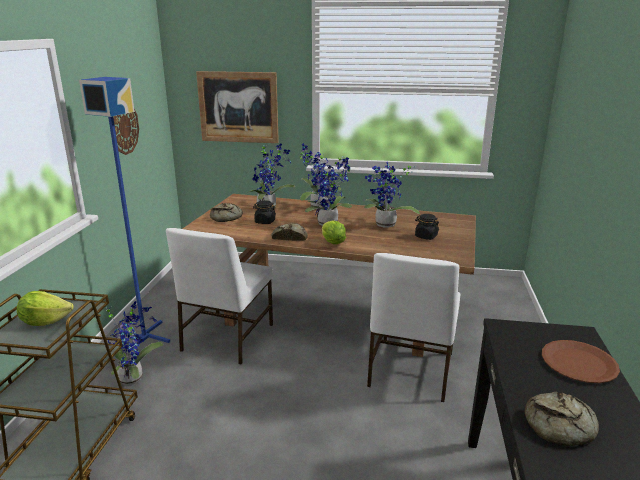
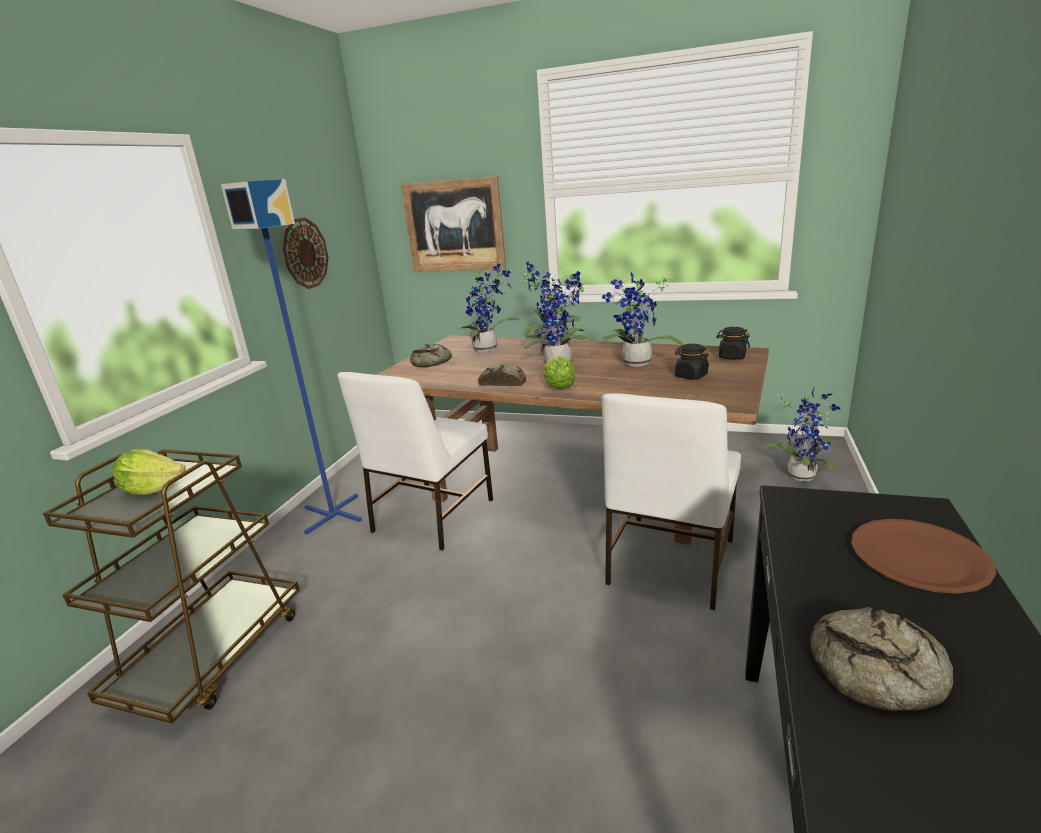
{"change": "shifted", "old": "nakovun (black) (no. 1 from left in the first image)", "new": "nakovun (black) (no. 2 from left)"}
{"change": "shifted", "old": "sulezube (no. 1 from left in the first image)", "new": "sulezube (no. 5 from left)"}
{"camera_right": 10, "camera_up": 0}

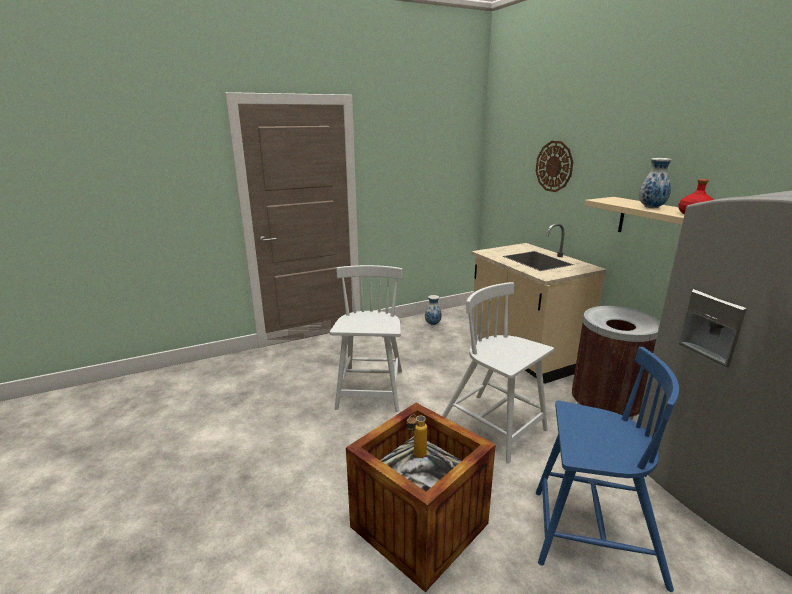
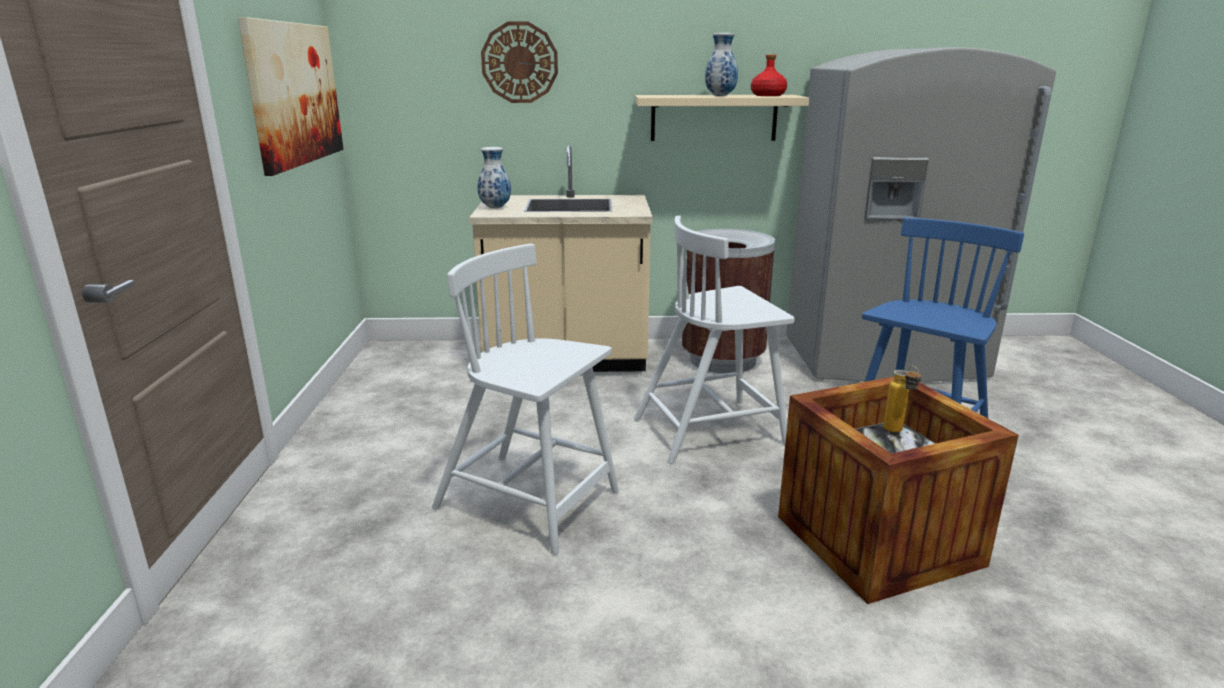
{"change": "new", "new": "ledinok"}
{"change": "shifted", "old": "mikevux (no. 1 from left)"}
{"camera_right": -65, "camera_up": 0}

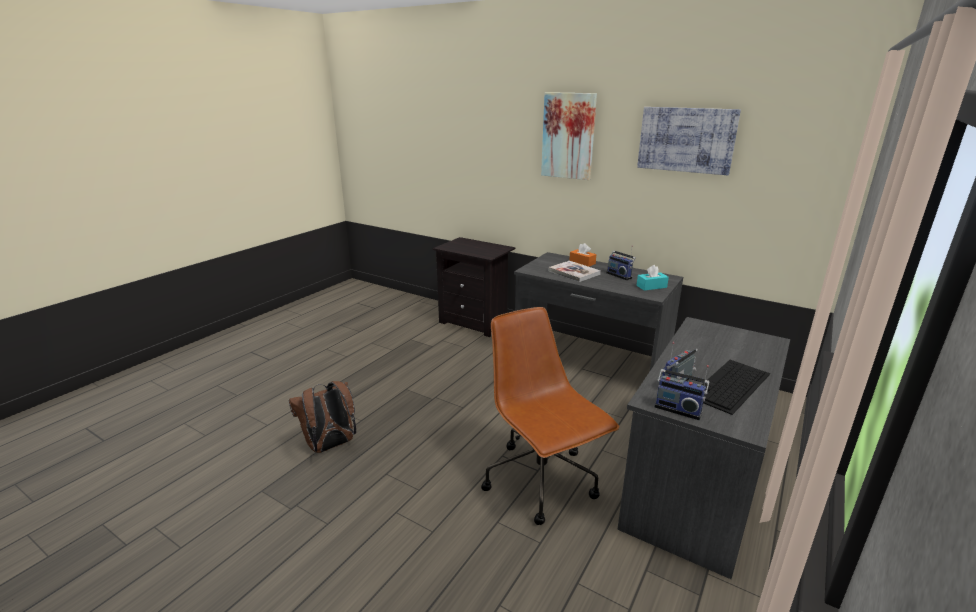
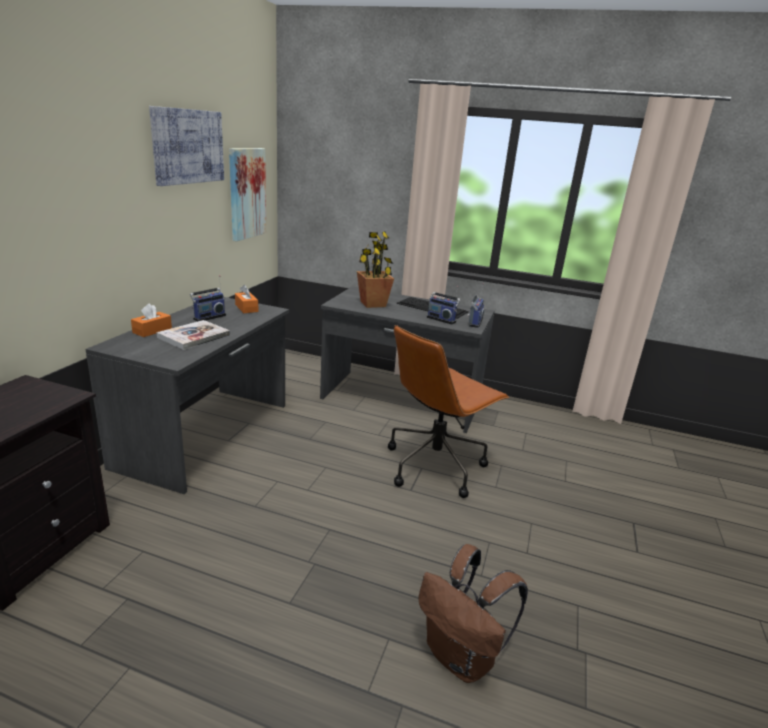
{"change": "shifted", "old": "ledinok (no. 1 from left in the first image)", "new": "ledinok (no. 2 from left)"}
{"change": "repainted", "old": "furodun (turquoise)", "new": "furodun (orange) (no. 2 from left)"}
{"change": "new", "new": "sulezube"}
{"camera_right": -105, "camera_up": 0}

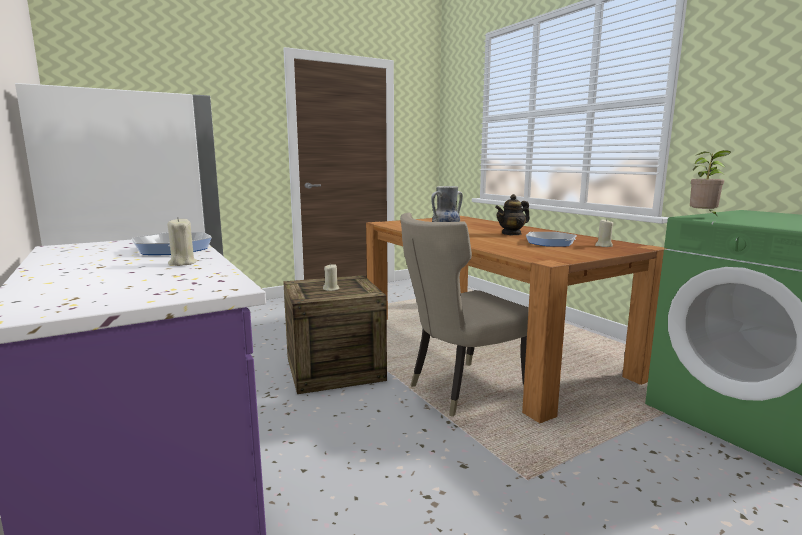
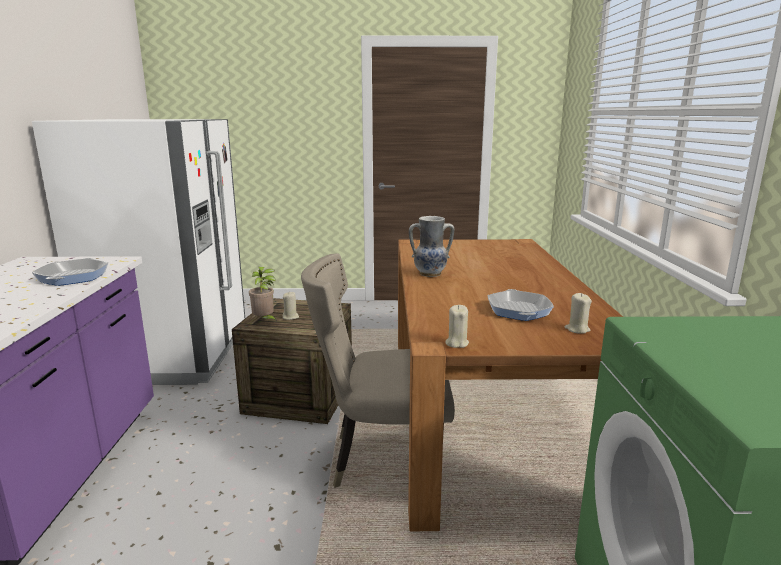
{"change": "shifted", "old": "sulezube"}
{"change": "shifted", "old": "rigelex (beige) (no. 1 from left in the first image)", "new": "rigelex (beige) (no. 2 from left)"}
{"change": "gone", "old": "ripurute"}
{"camera_right": 30, "camera_up": 5}

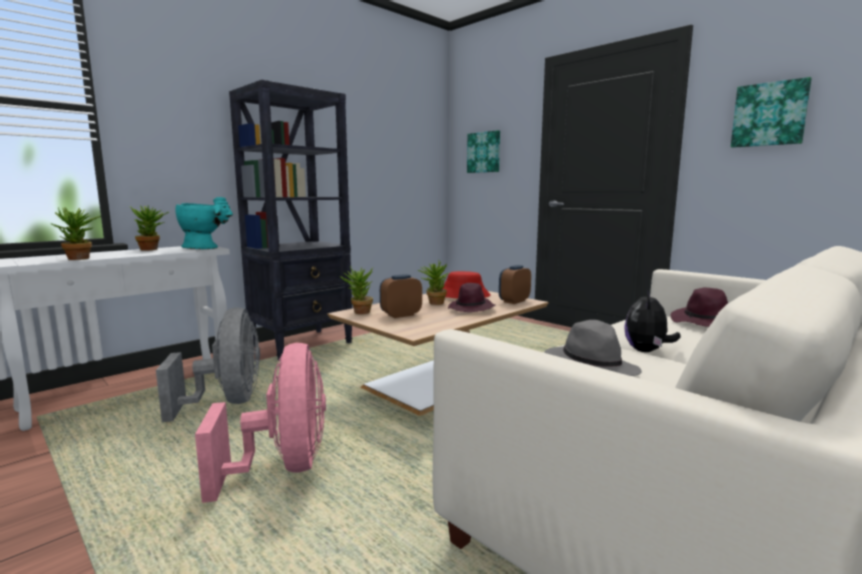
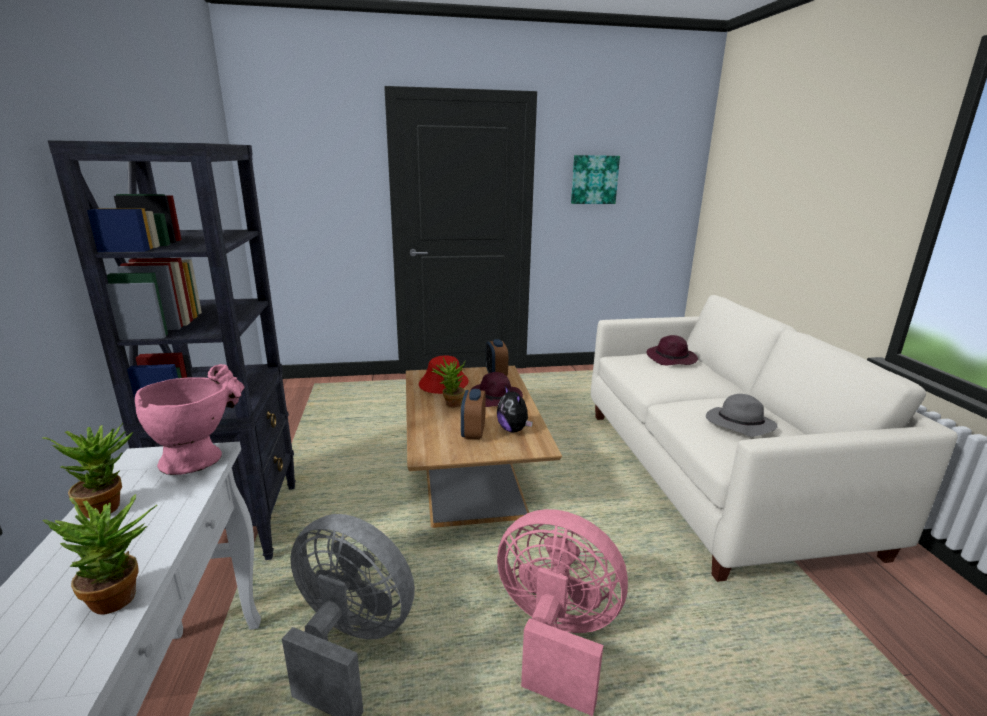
{"change": "repainted", "old": "mikevux (turquoise)", "new": "mikevux (pink)"}
{"change": "shifted", "old": "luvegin"}
{"change": "gone", "old": "sulezube (no. 3 from left)"}
{"change": "gone", "old": "ledinok (no. 1 from left)"}
{"camera_right": -55, "camera_up": 10}

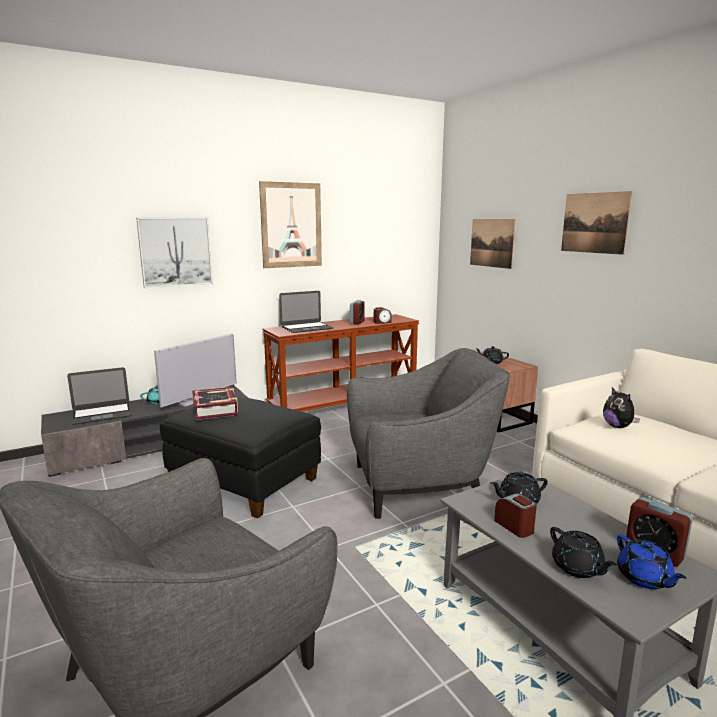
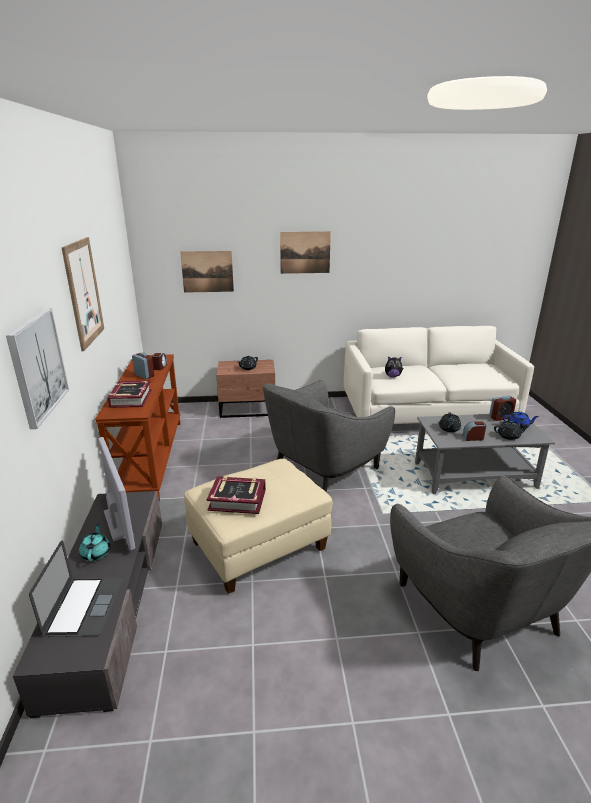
{"change": "swapped", "old": "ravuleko (no. 2 from left)", "new": "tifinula (no. 1 from left)"}
{"change": "repainted", "old": "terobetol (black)", "new": "terobetol (beige)"}
{"change": "rotated", "old": "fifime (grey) (no. 2 from left in the first image)", "degrees": -150}
{"camera_right": -65, "camera_up": 10}

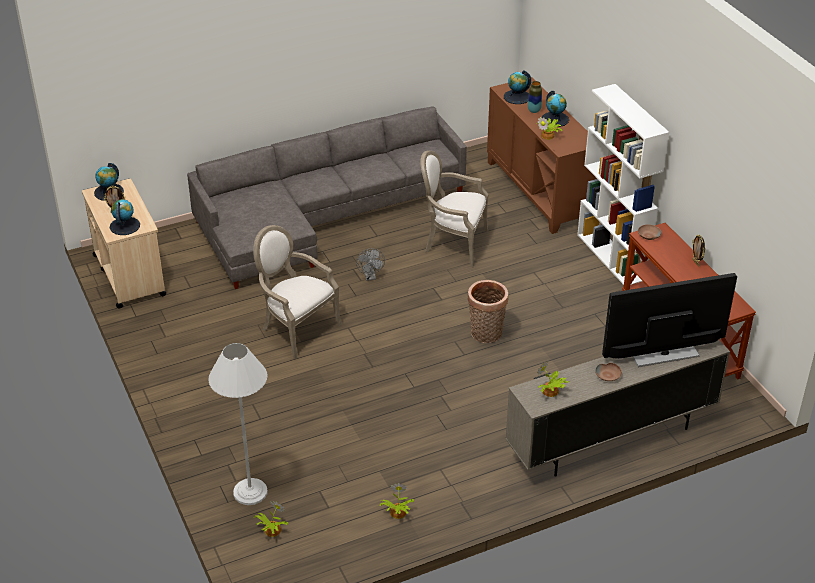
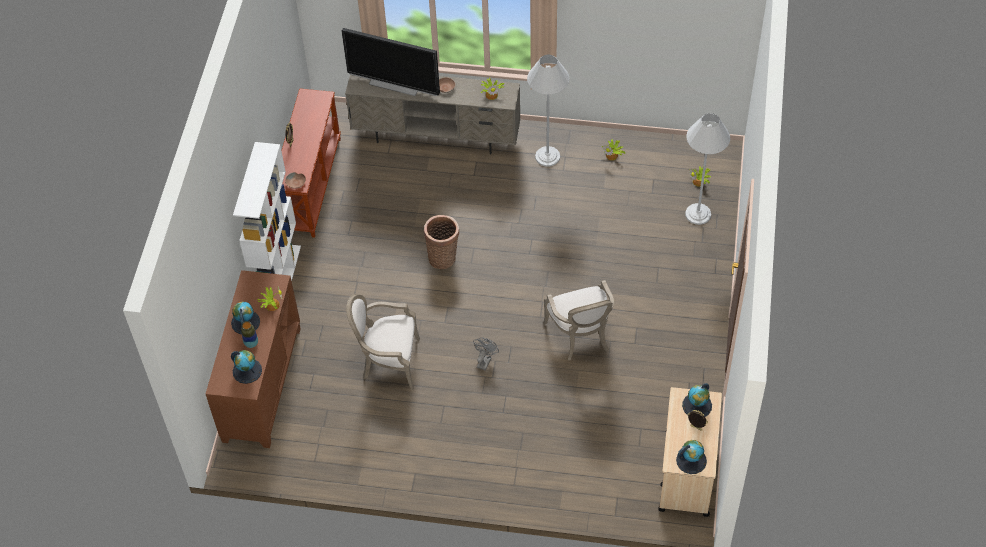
{"change": "rotated", "old": "fifime (no. 2 from left in the first image)", "degrees": 135}
{"change": "new", "new": "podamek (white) (no. 1 from left)"}
{"change": "gone", "old": "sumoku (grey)"}
{"camera_right": -145, "camera_up": 15}

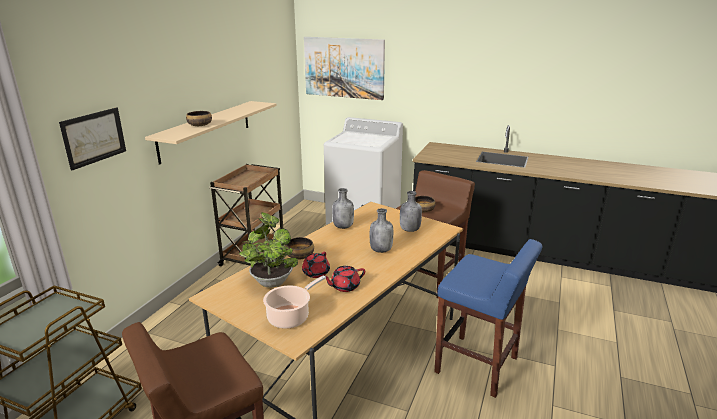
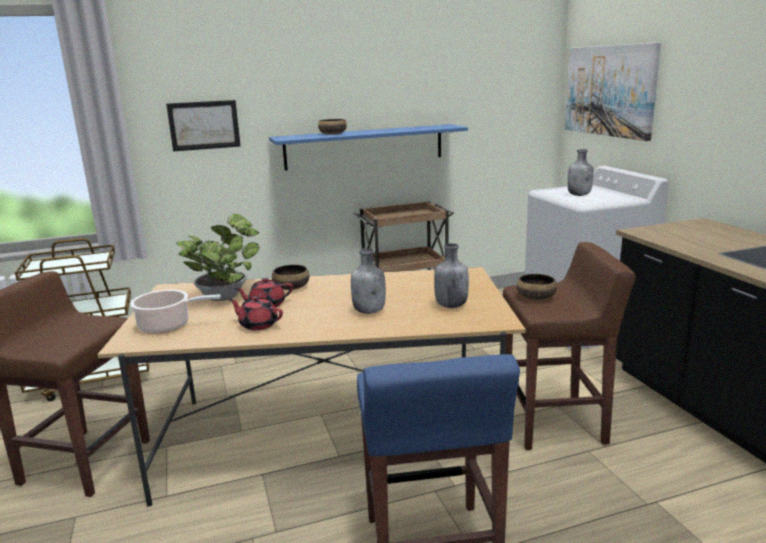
{"change": "repainted", "old": "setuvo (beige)", "new": "setuvo (blue)"}
{"change": "shifted", "old": "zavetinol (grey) (no. 1 from left in the first image)", "new": "zavetinol (grey) (no. 3 from left)"}
{"camera_right": 50, "camera_up": -5}

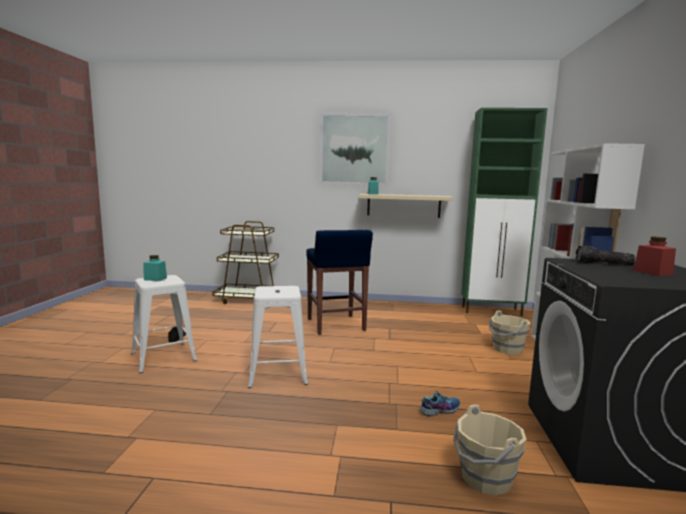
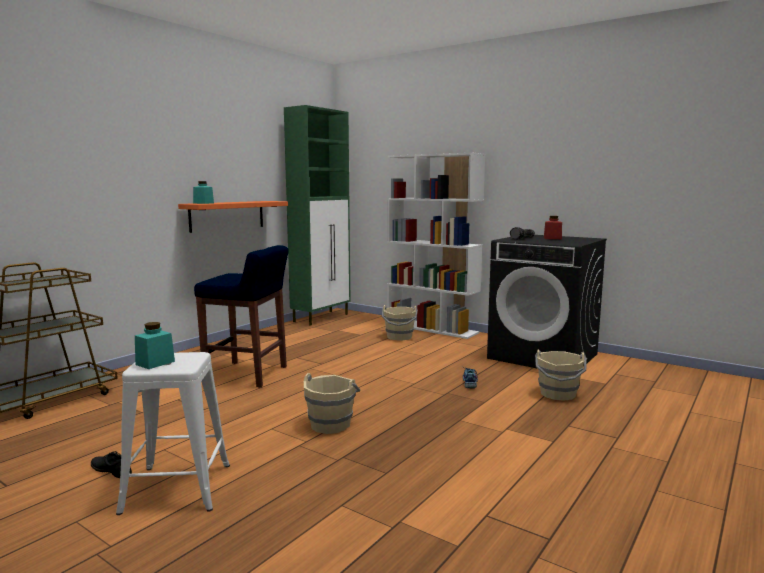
{"change": "repainted", "old": "setuvo (beige)", "new": "setuvo (orange)"}
{"change": "swapped", "old": "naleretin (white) (no. 2 from left)", "new": "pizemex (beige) (no. 1 from left)"}
{"change": "gone", "old": "ledinok"}
{"camera_right": -60, "camera_up": 0}

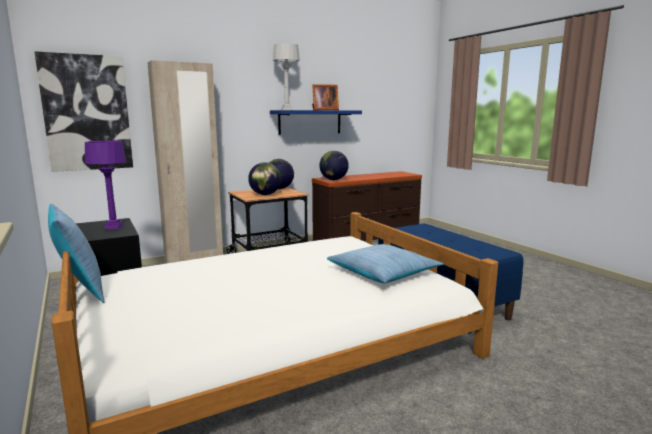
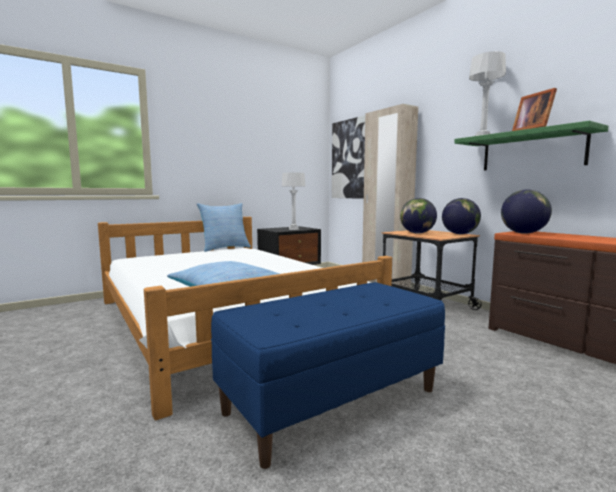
{"change": "repainted", "old": "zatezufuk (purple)", "new": "zatezufuk (grey) (no. 1 from left)"}
{"change": "repainted", "old": "setuvo (blue)", "new": "setuvo (green)"}
{"camera_right": 85, "camera_up": -5}

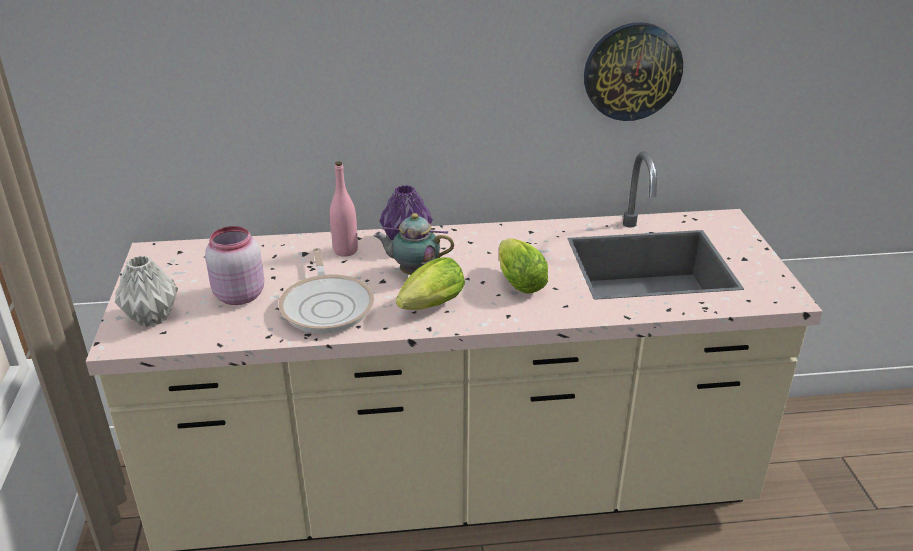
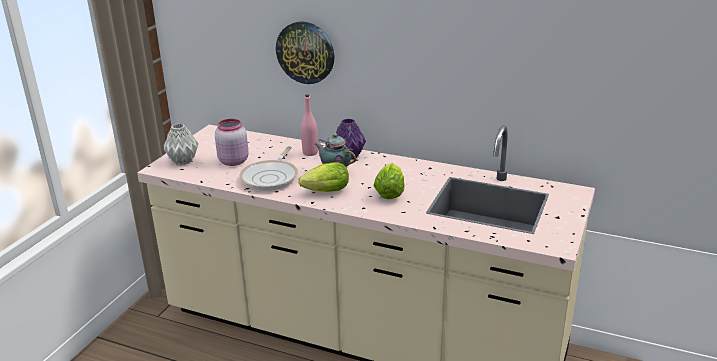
{"change": "shifted", "old": "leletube"}
{"camera_right": 30, "camera_up": -5}

